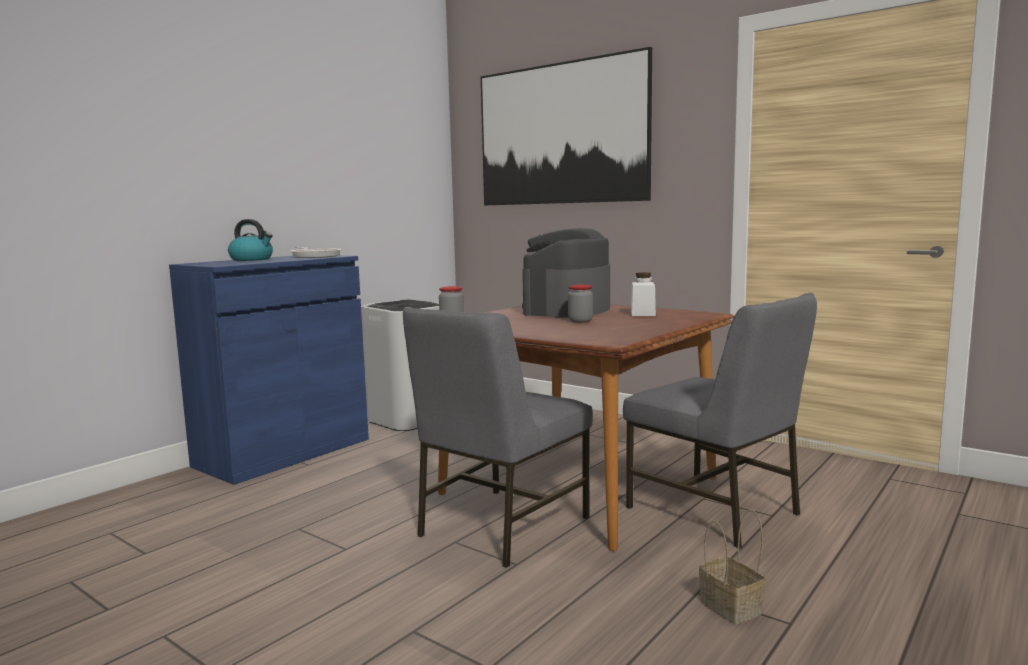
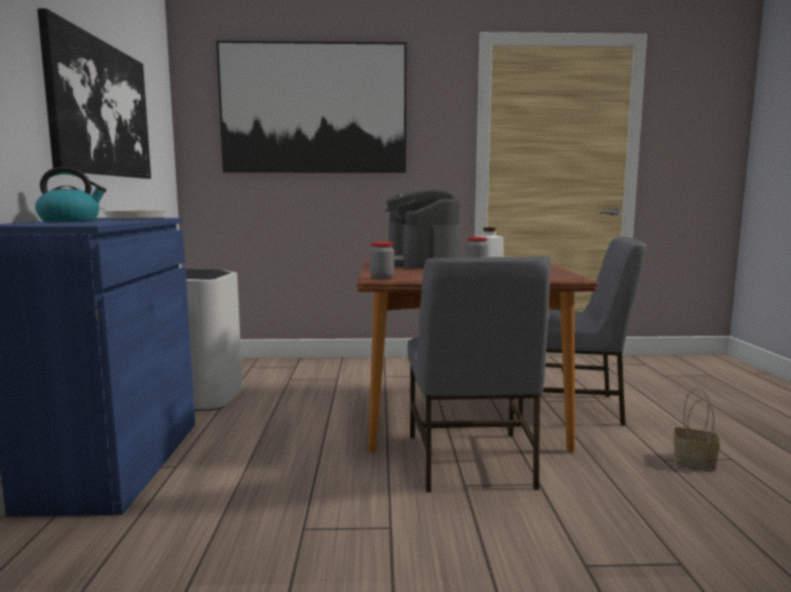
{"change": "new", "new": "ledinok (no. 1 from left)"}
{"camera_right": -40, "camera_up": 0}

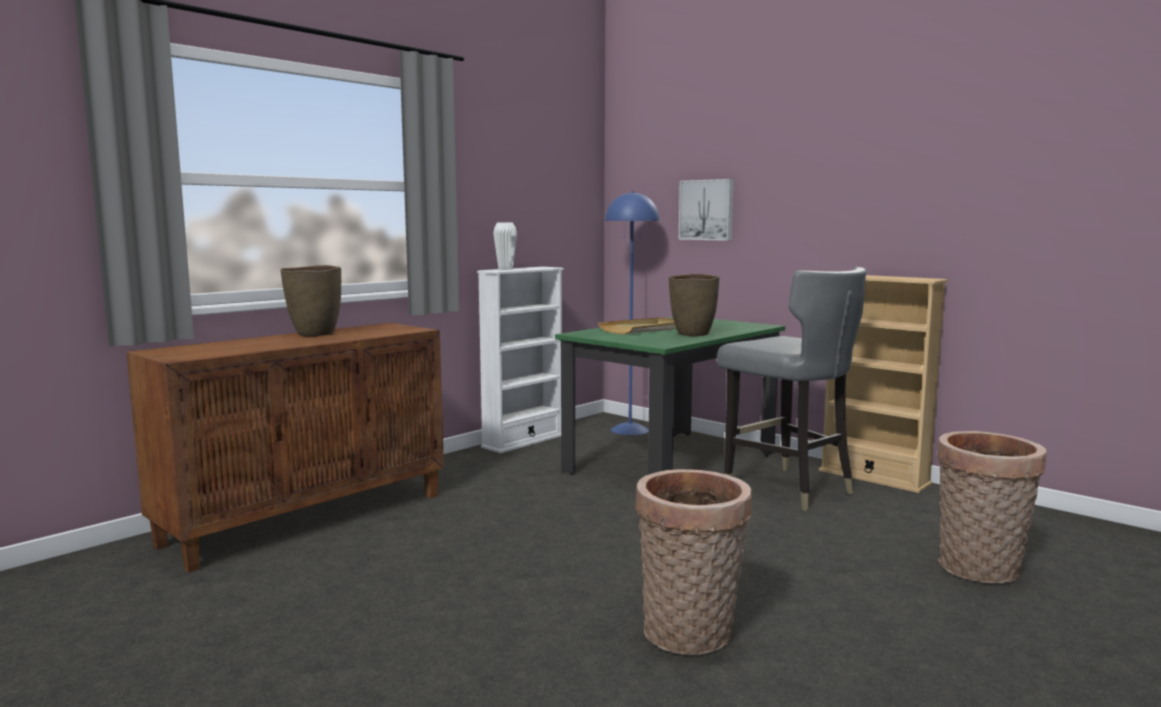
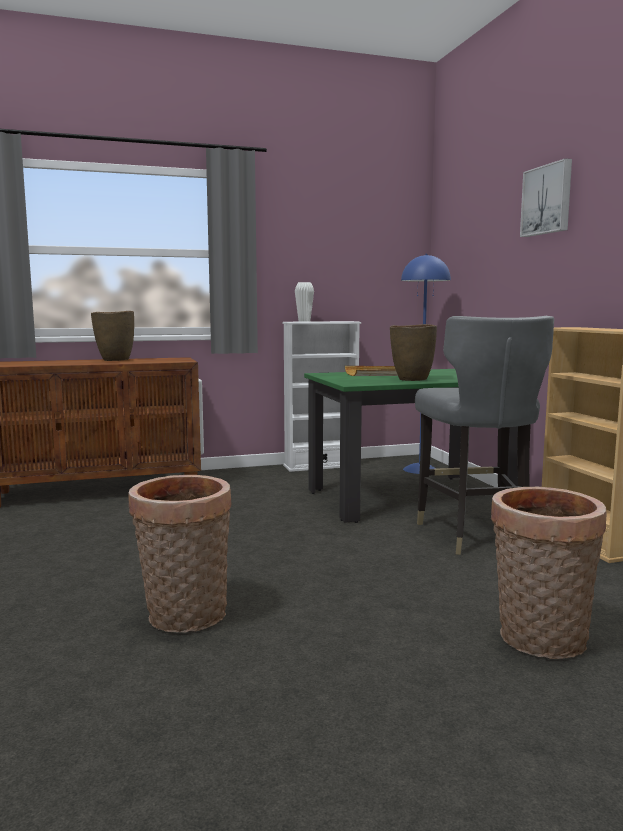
{"change": "shifted", "old": "ledinok"}
{"camera_right": 30, "camera_up": 0}

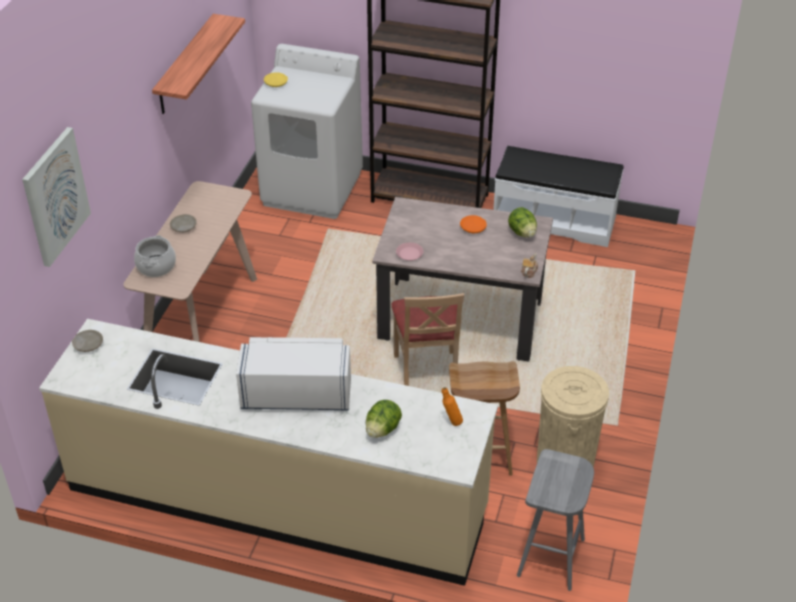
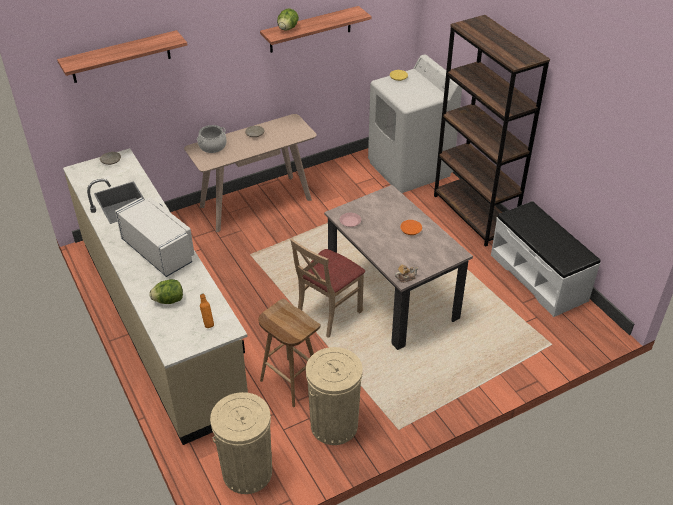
{"change": "swapped", "old": "ledinok", "new": "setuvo (no. 1 from left)"}
{"change": "swapped", "old": "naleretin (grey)", "new": "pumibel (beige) (no. 1 from left)"}
{"change": "shifted", "old": "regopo (no. 2 from left)"}
{"camera_right": 45, "camera_up": 0}

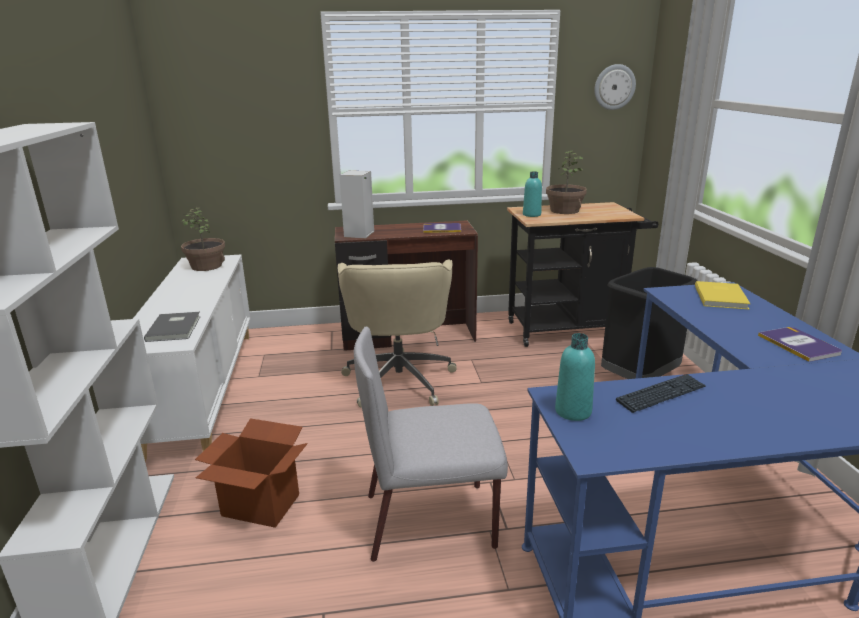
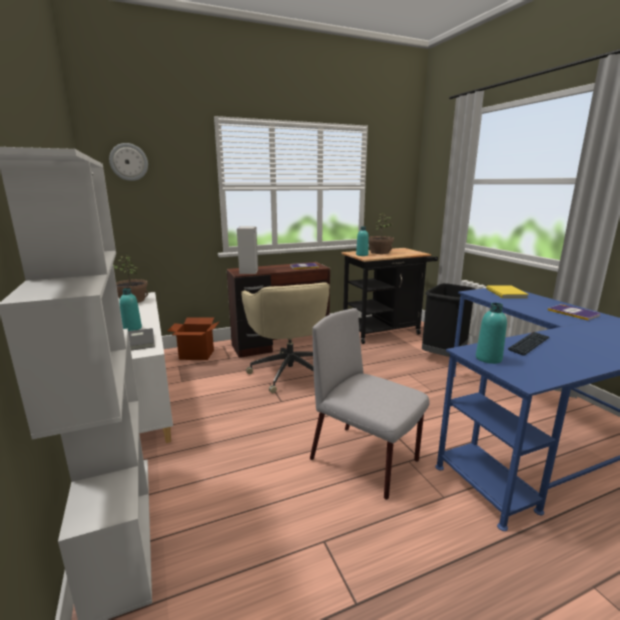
{"change": "shifted", "old": "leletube"}
{"change": "new", "new": "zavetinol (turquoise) (no. 1 from left)"}
{"change": "shifted", "old": "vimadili"}
{"change": "rotated", "old": "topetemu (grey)", "degrees": 60}
{"camera_right": -15, "camera_up": -5}

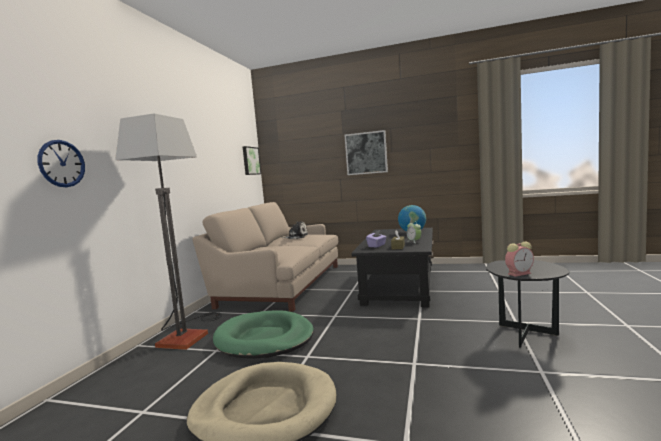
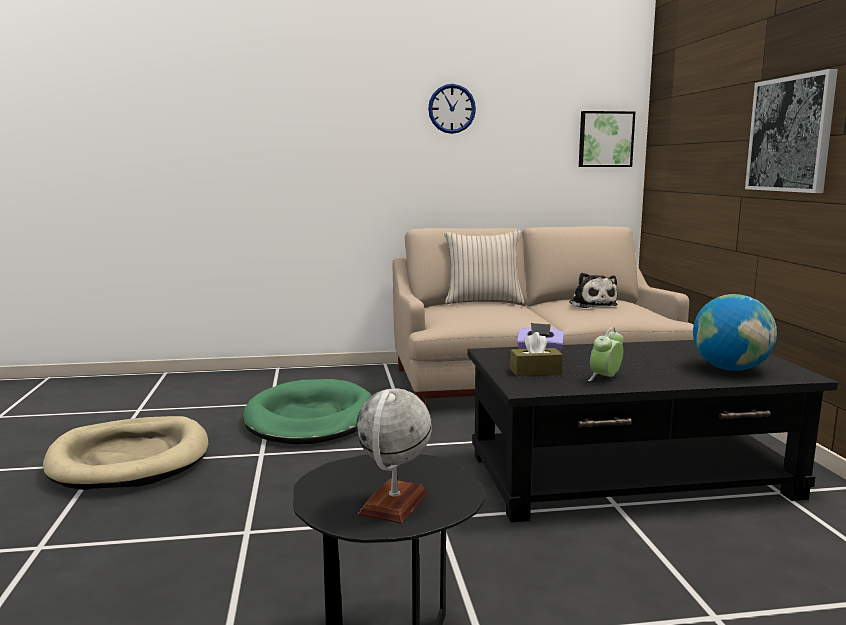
{"change": "new", "new": "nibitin (no. 1 from left)"}
{"change": "shifted", "old": "leletube"}
{"change": "new", "new": "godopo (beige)"}
{"change": "gone", "old": "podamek"}
{"change": "gone", "old": "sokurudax (no. 2 from left)"}
{"camera_right": 65, "camera_up": 5}

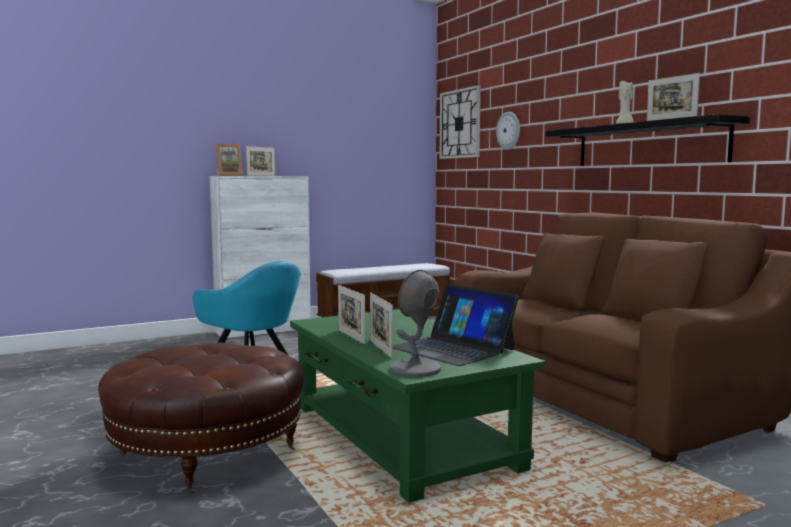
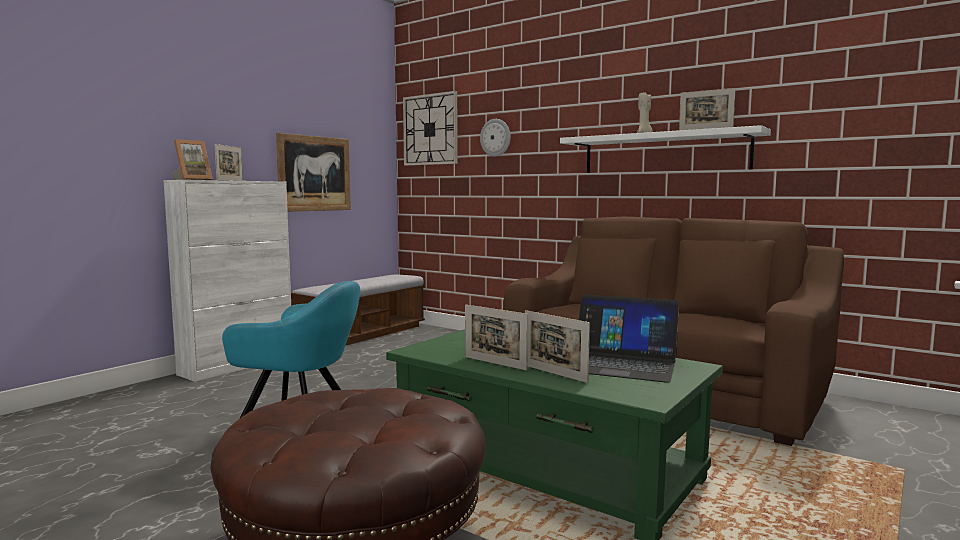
{"change": "new", "new": "ledinok"}
{"change": "repainted", "old": "setuvo (black)", "new": "setuvo (white)"}
{"change": "gone", "old": "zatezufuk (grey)"}
{"camera_right": -25, "camera_up": 0}

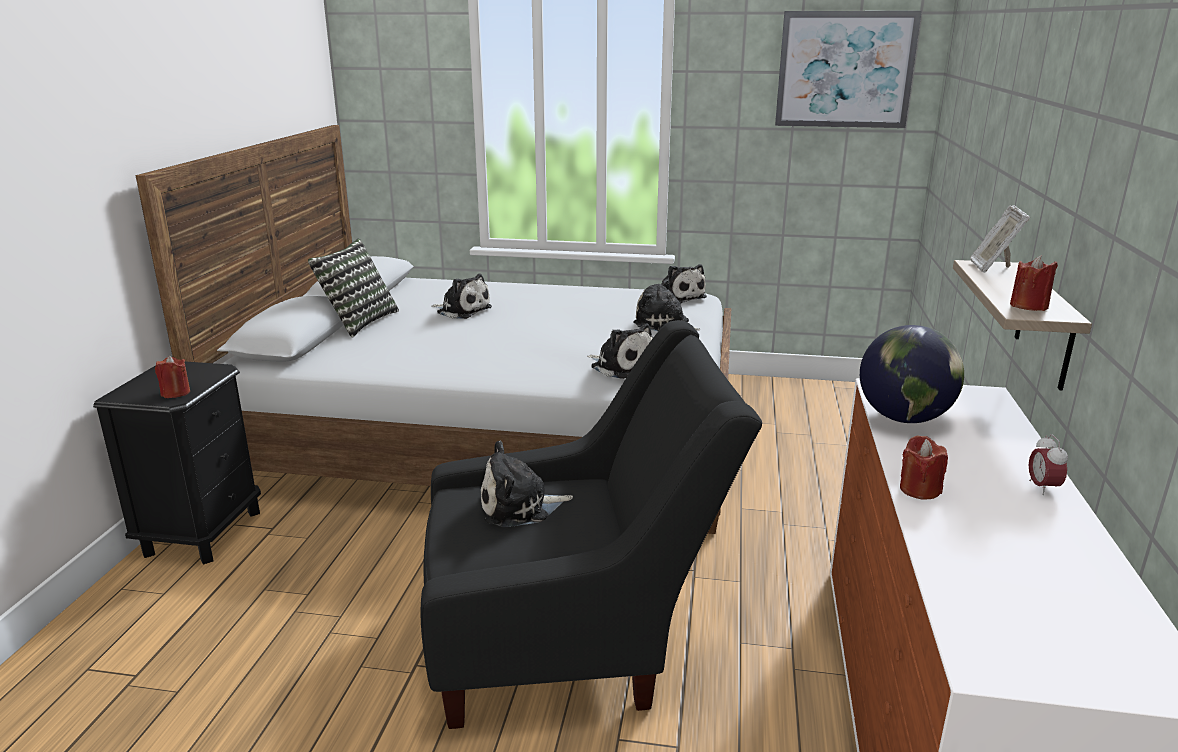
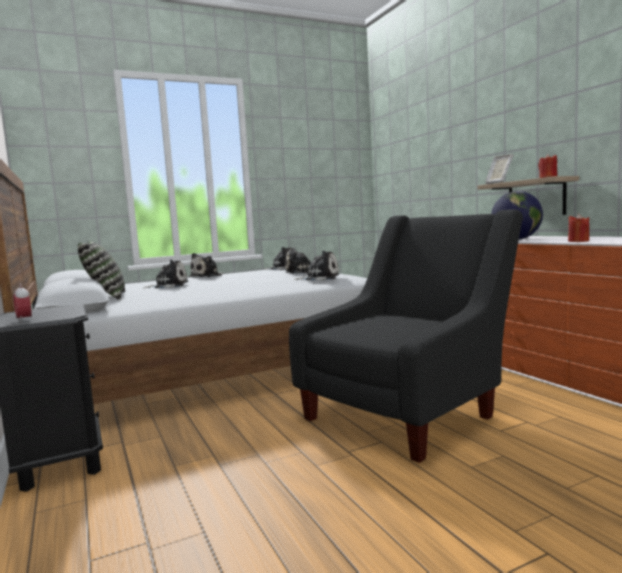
{"change": "shifted", "old": "sokurudax"}
{"change": "shifted", "old": "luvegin (no. 2 from left)"}
{"change": "gone", "old": "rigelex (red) (no. 1 from left)"}
{"change": "gone", "old": "ledinok"}
{"camera_right": -35, "camera_up": -15}

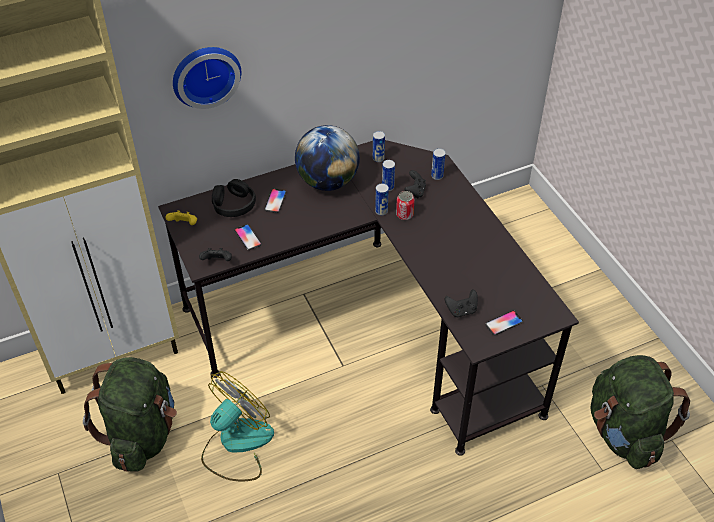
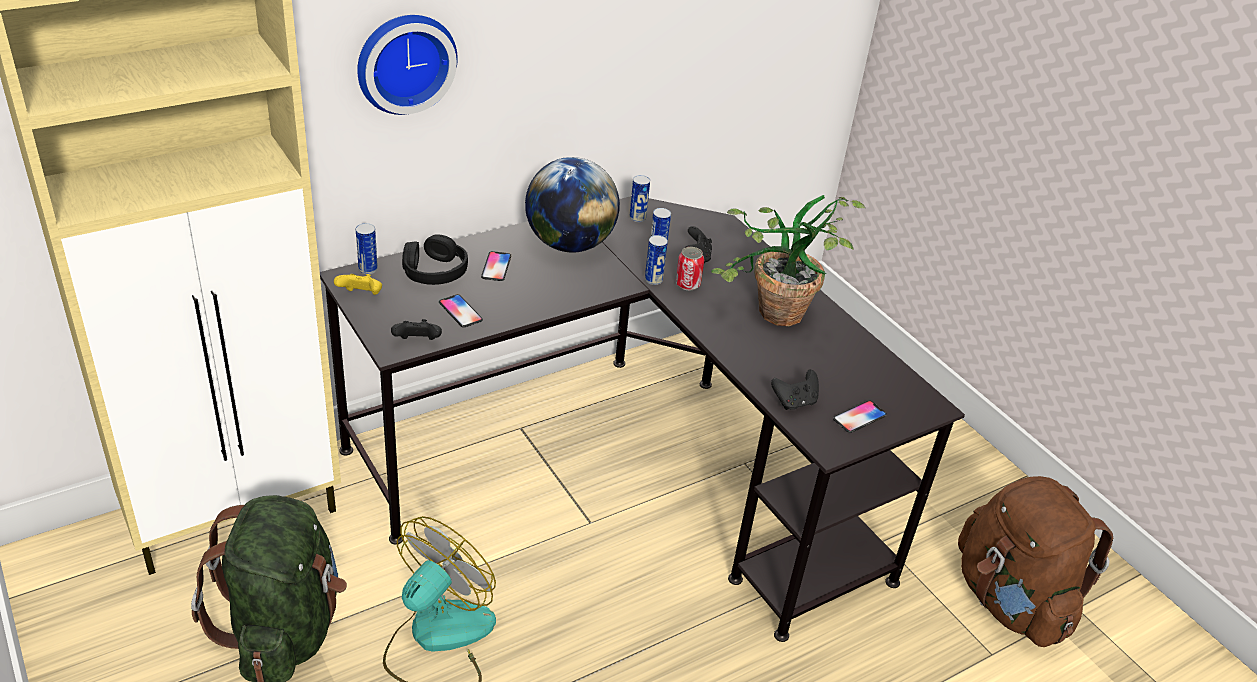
{"change": "shifted", "old": "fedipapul (no. 5 from left in the first image)", "new": "fedipapul (no. 1 from left)"}
{"change": "new", "new": "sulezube"}
{"change": "repainted", "old": "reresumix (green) (no. 2 from left)", "new": "reresumix (brown)"}
{"camera_right": -10, "camera_up": -10}

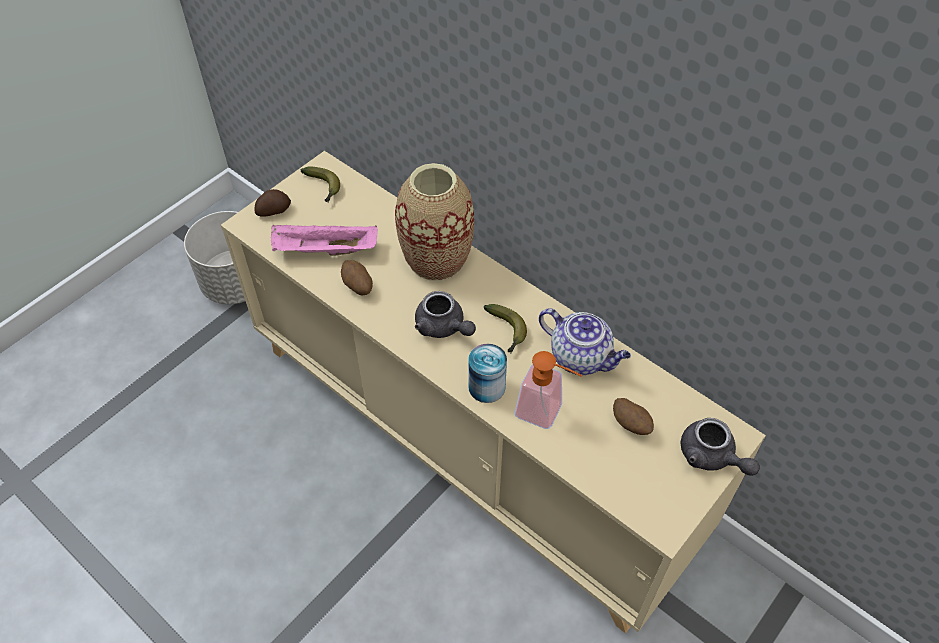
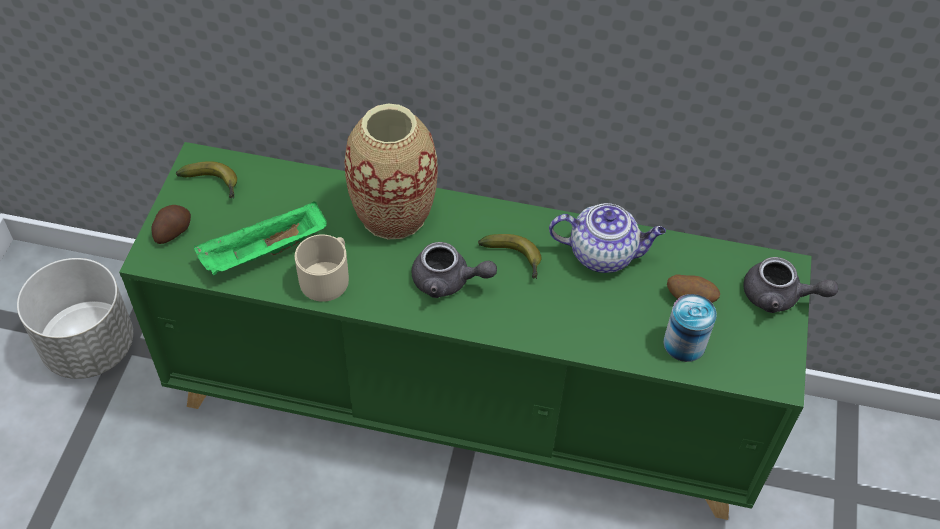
{"change": "repainted", "old": "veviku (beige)", "new": "veviku (green)"}
{"change": "repainted", "old": "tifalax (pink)", "new": "tifalax (green)"}
{"change": "swapped", "old": "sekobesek (no. 2 from left)", "new": "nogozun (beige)"}
{"change": "shifted", "old": "fedipapul"}
{"change": "gone", "old": "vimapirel"}
{"camera_right": -30, "camera_up": 0}

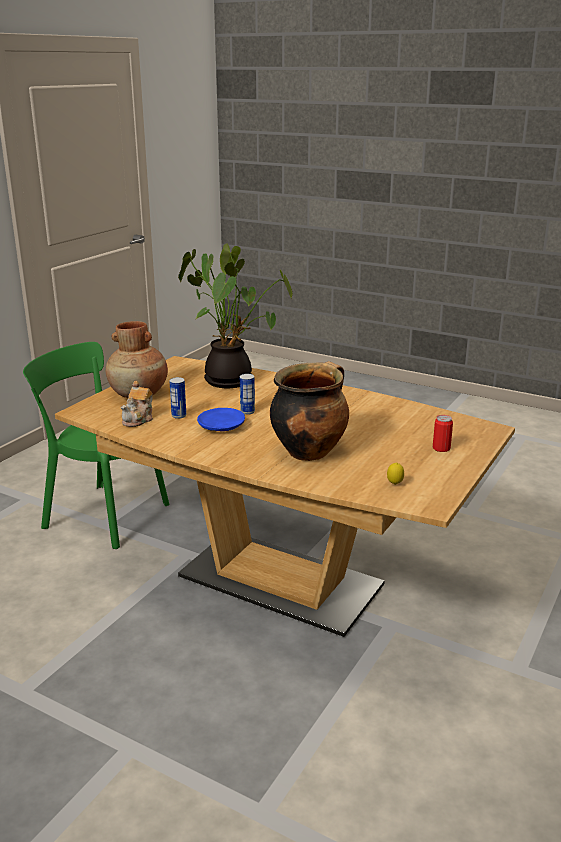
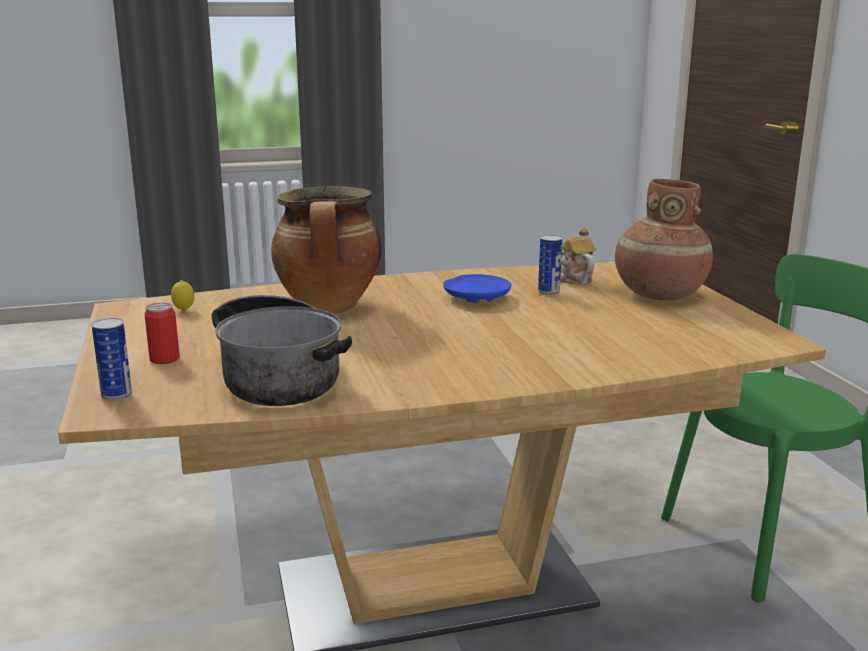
{"change": "shifted", "old": "fedipapul (no. 2 from left in the first image)", "new": "fedipapul (no. 1 from left)"}
{"change": "new", "new": "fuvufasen (no. 1 from left)"}
{"change": "gone", "old": "sulezube"}
{"camera_right": 135, "camera_up": -5}

